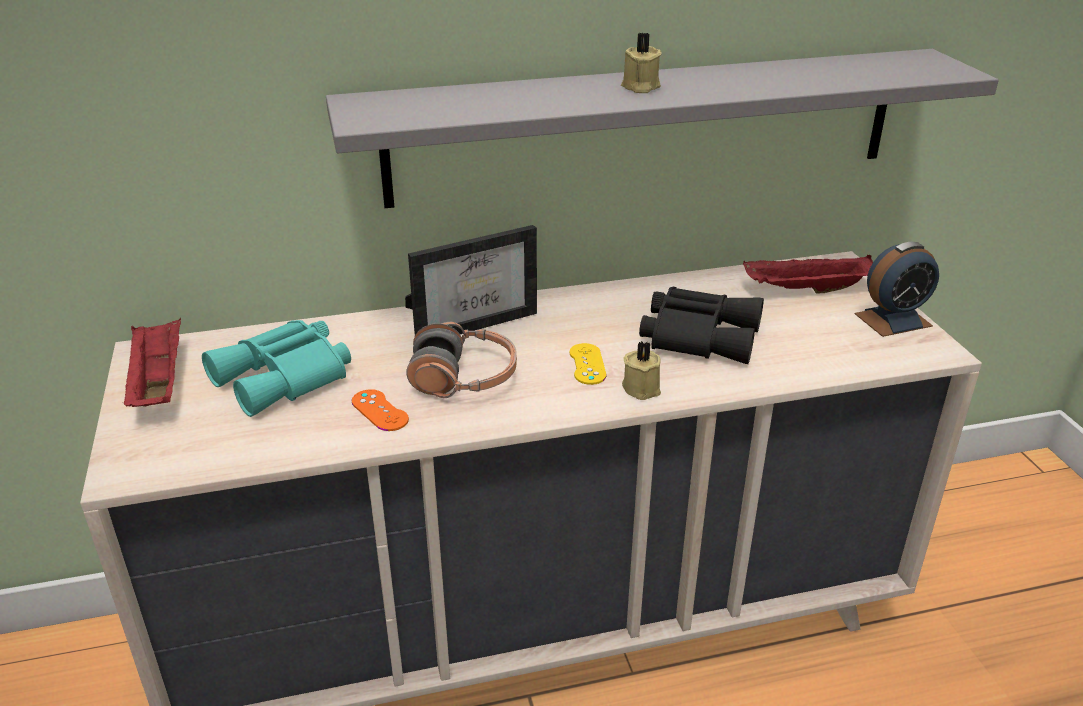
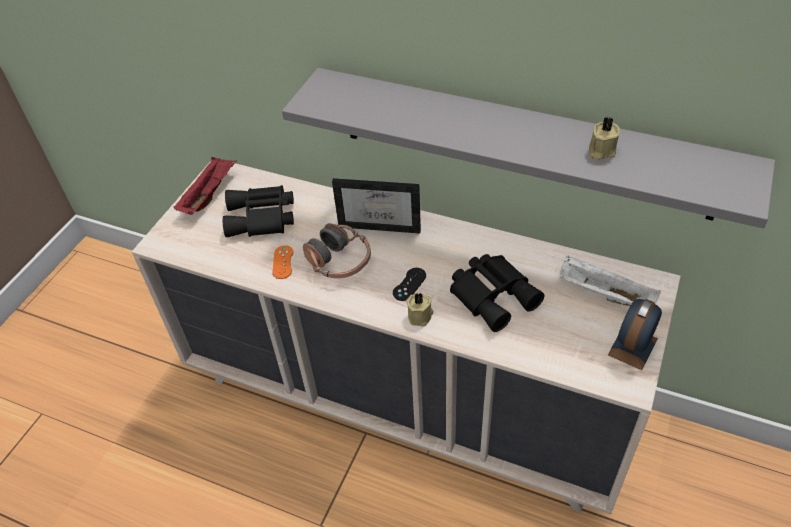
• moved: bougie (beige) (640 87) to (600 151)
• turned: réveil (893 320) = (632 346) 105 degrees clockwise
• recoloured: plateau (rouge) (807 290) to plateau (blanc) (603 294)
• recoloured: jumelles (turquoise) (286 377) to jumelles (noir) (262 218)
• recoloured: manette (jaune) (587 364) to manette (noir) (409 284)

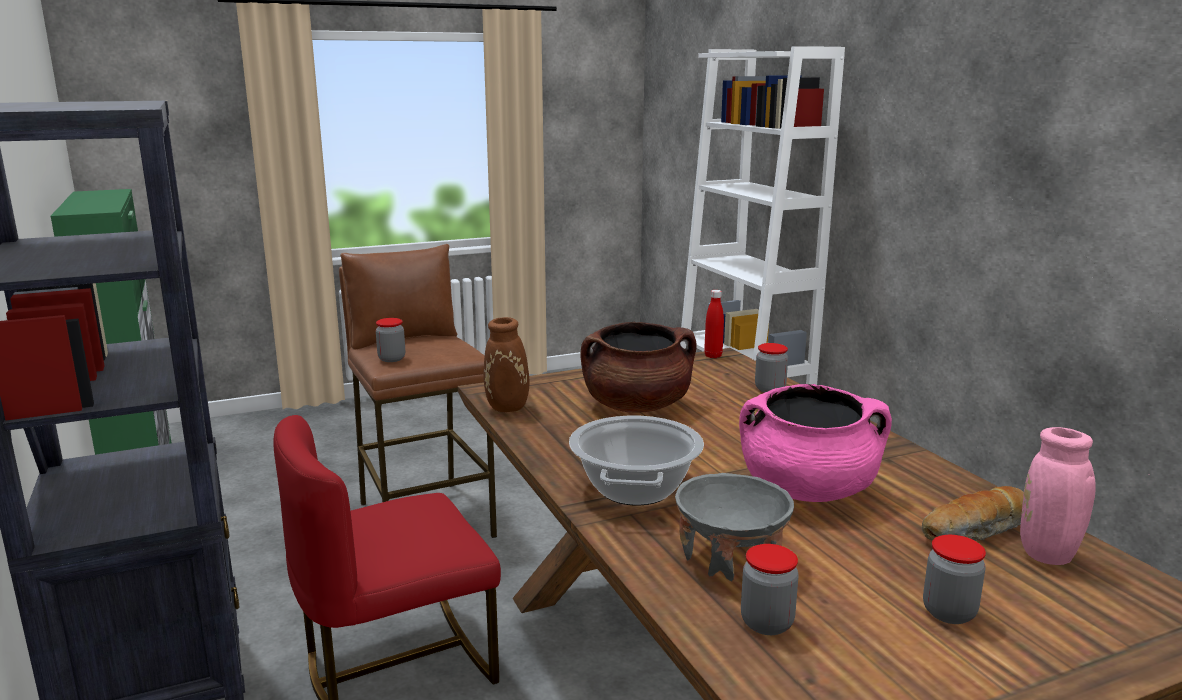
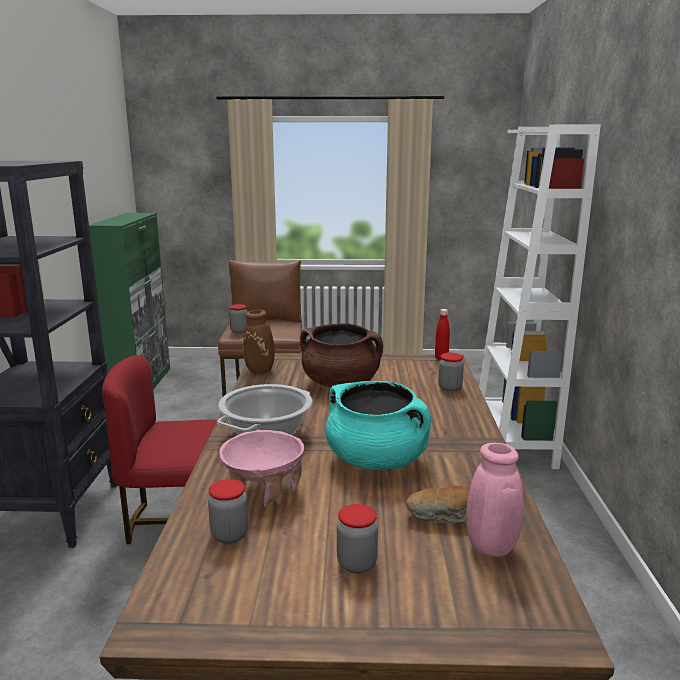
• recoloured: marmite (rose) (807 490) to marmite (turquoise) (377 460)
• recoloured: bol (gris) (730 559) to bol (rose) (263 491)

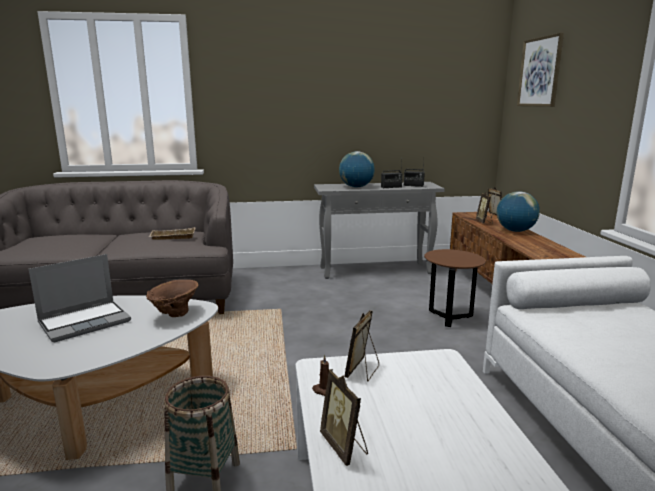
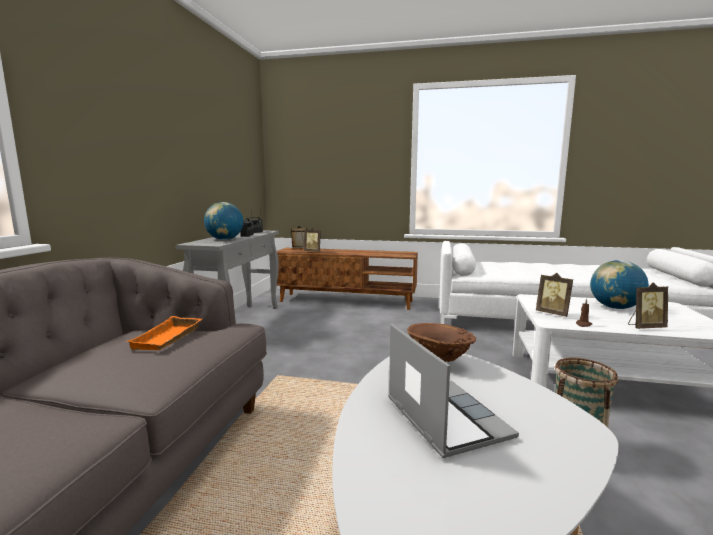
• removed: tableau (540 72)
• moved: globe (515 231) to (615 307)
• recoloured: plateau (beige) (172 237) to plateau (orange) (169 338)
• removed: table d'appoint (marron) (449 318)

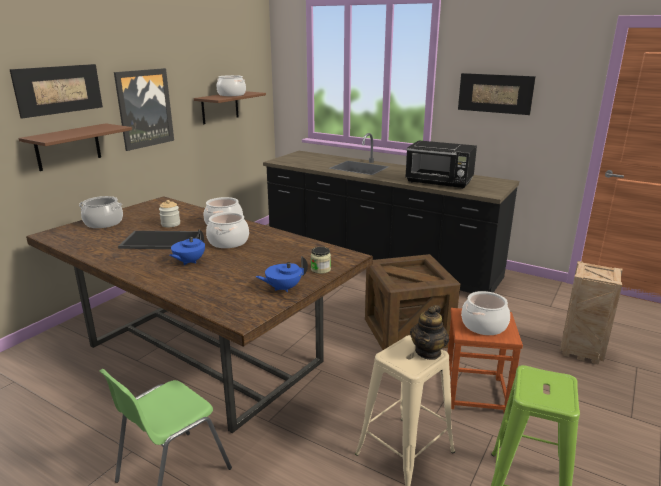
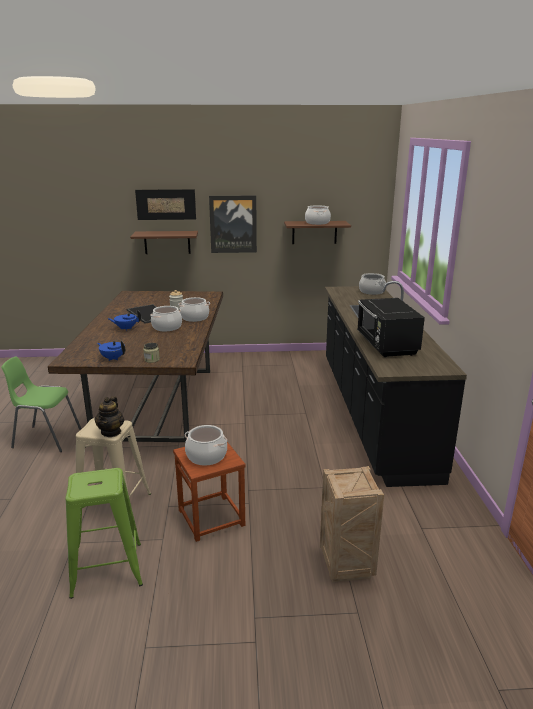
• removed: tableau (495 93)
• moved: marmite (103 223) to (371 291)
• removed: caisse (407 333)
• turned: théière (428 352) = (111 432) 75 degrees counterclockwise

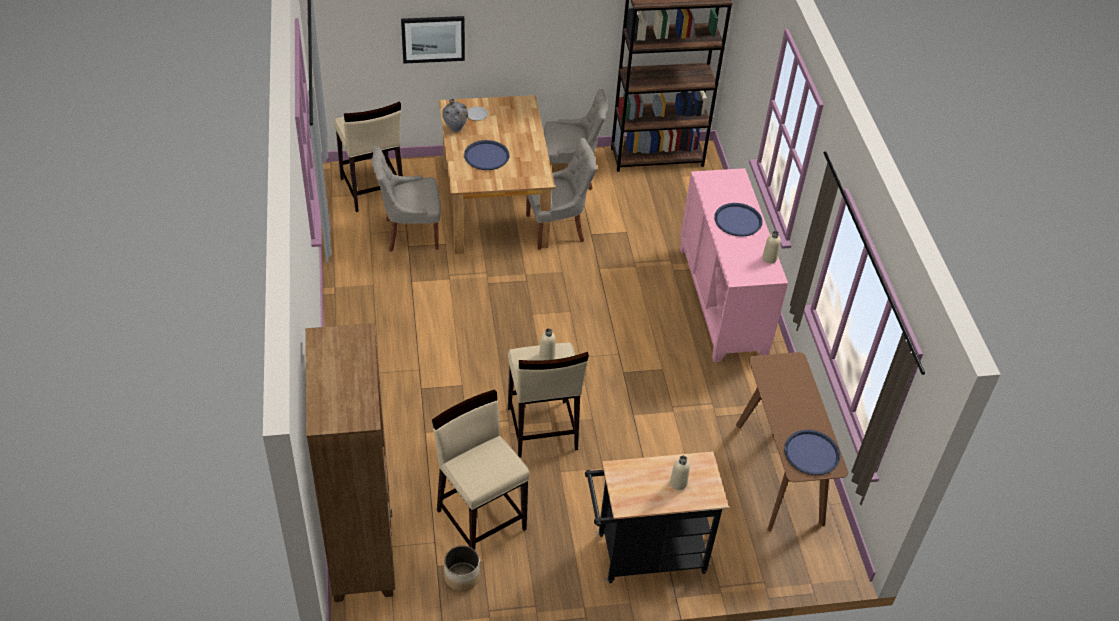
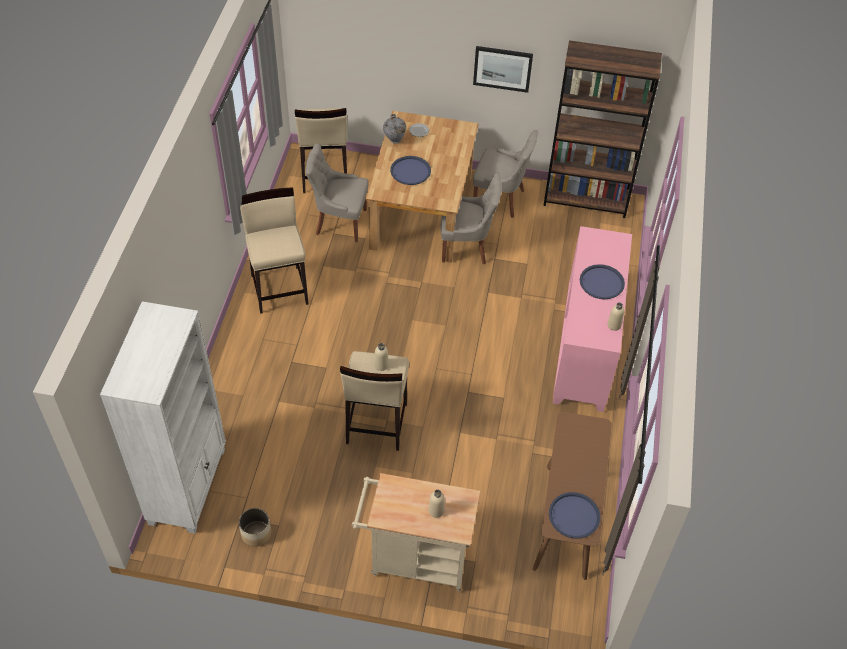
• moved: tableau (433 39) to (502 68)
• recoloured: bibliothèque (marron) (363 547) to bibliothèque (blanc) (188 485)
• moved: tabouret (beige) (481 518) to (280 289)
• recoloured: chariot (noir) (643 555) to chariot (beige) (414 559)

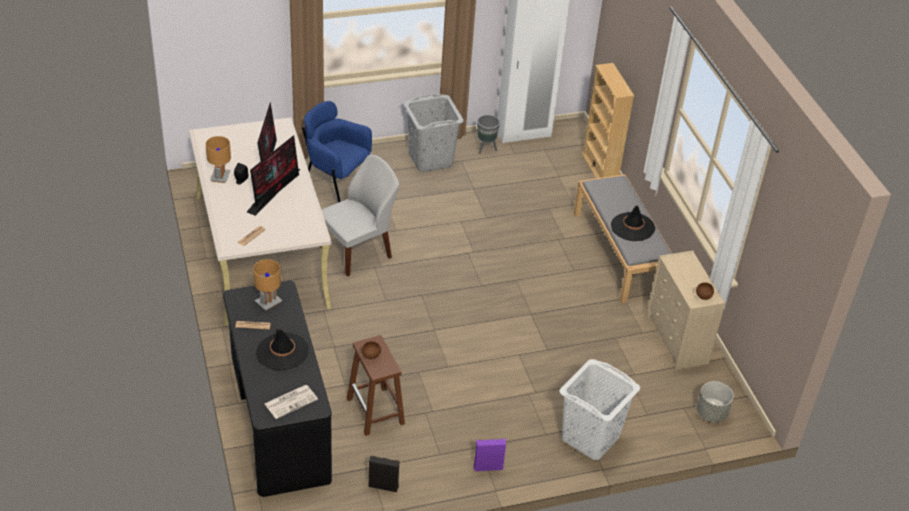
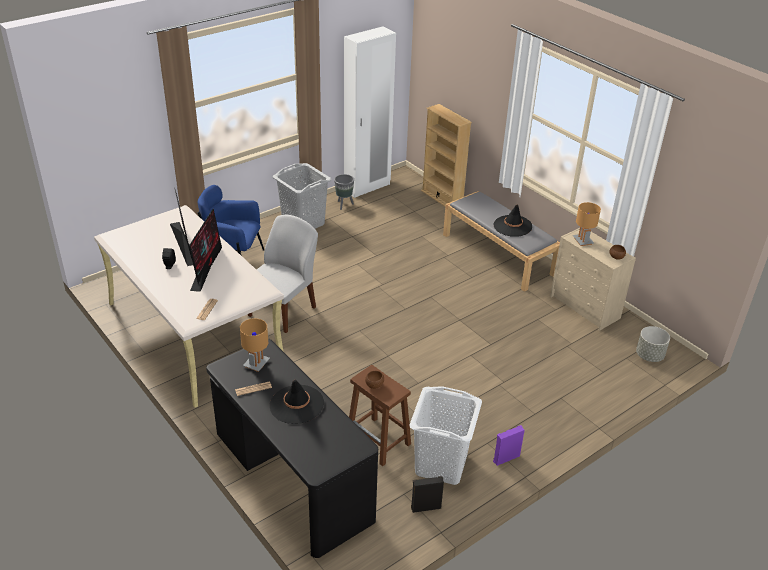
• moved: lampe de table (marron) (220 177) to (582 241)
• moved: panier à linge (blanc) (590 438) to (441 464)
• removed: journal (291 401)

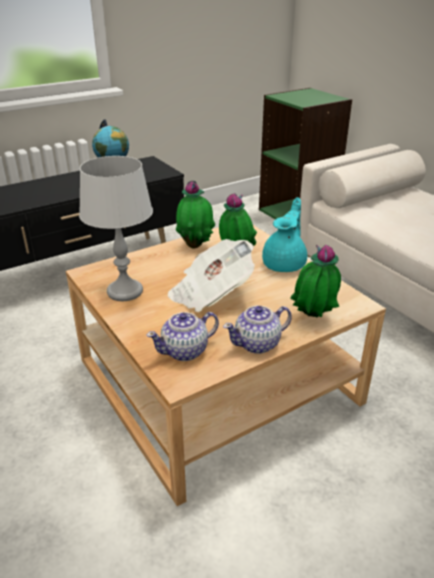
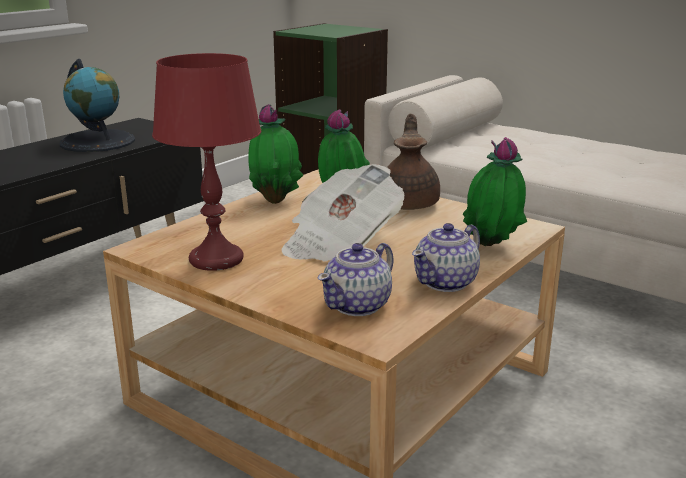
• recoloured: lampe de table (gris) (125 291) to lampe de table (rouge) (216 259)
• recoloured: théière (turquoise) (285 264) to théière (marron) (410 203)

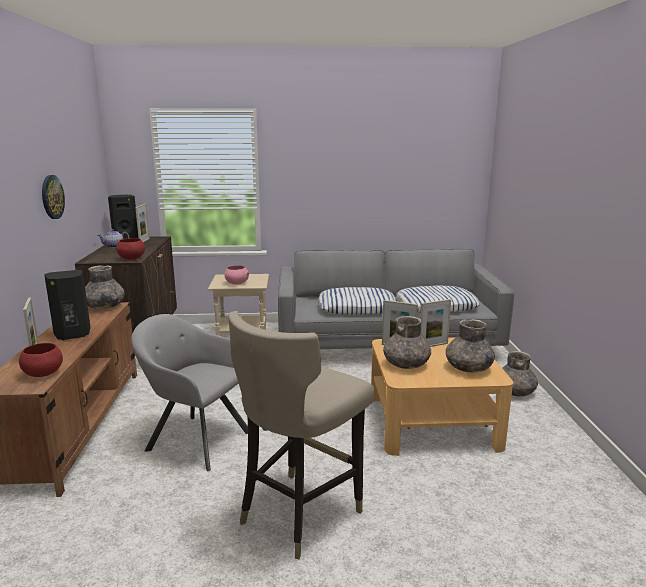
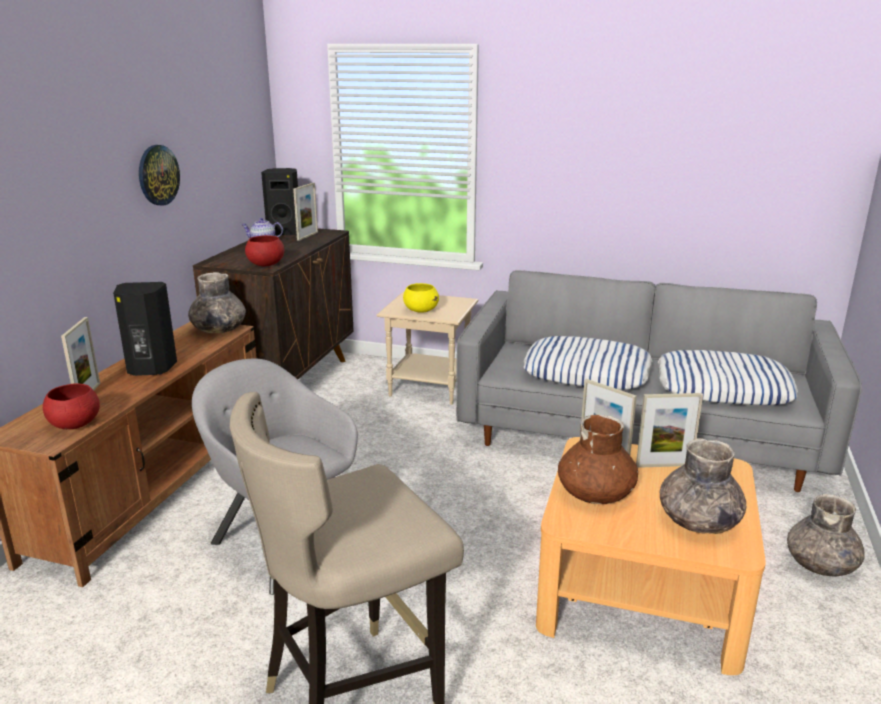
• recoloured: bol (rose) (236 283) to bol (jaune) (421 310)
• recoloured: vase (gris) (406 364) to vase (marron) (595 494)

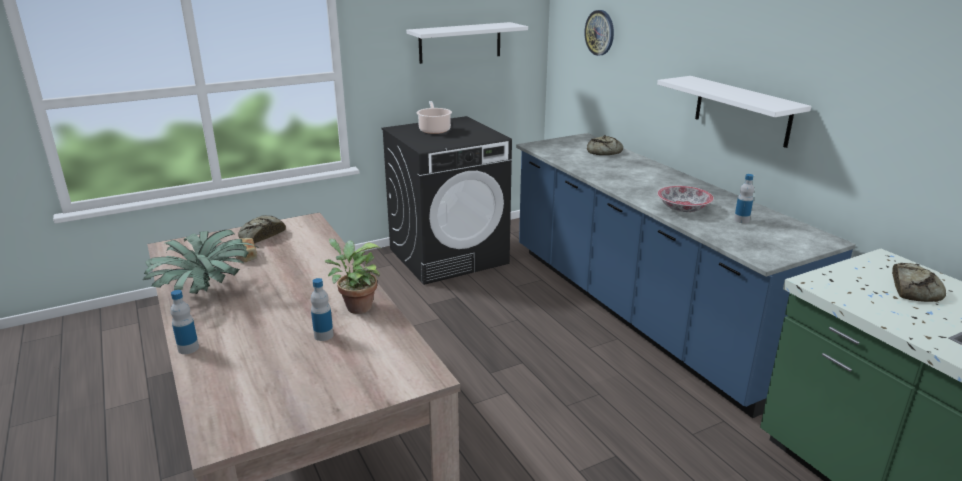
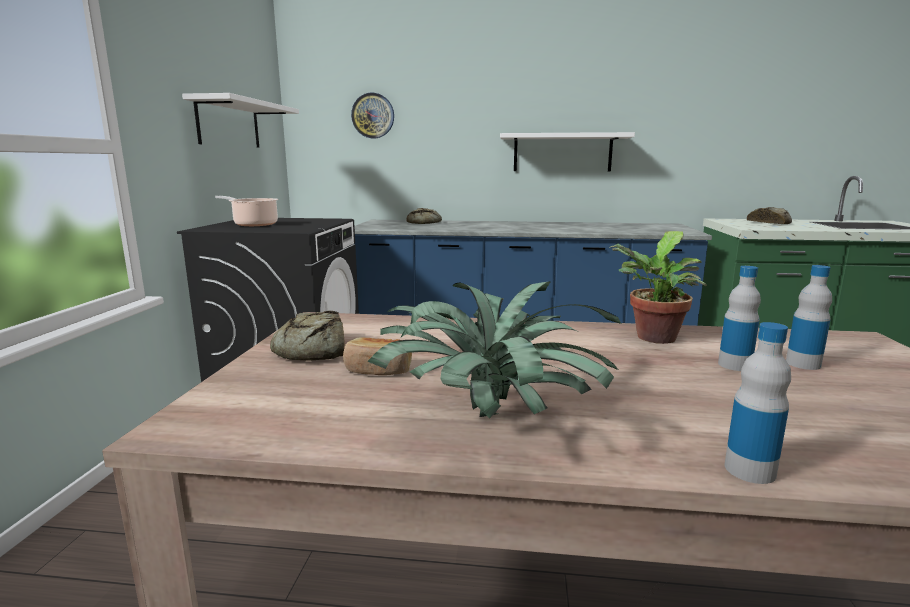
• moved: bouteille (741 220) to (803 364)
• removed: bol (683 208)

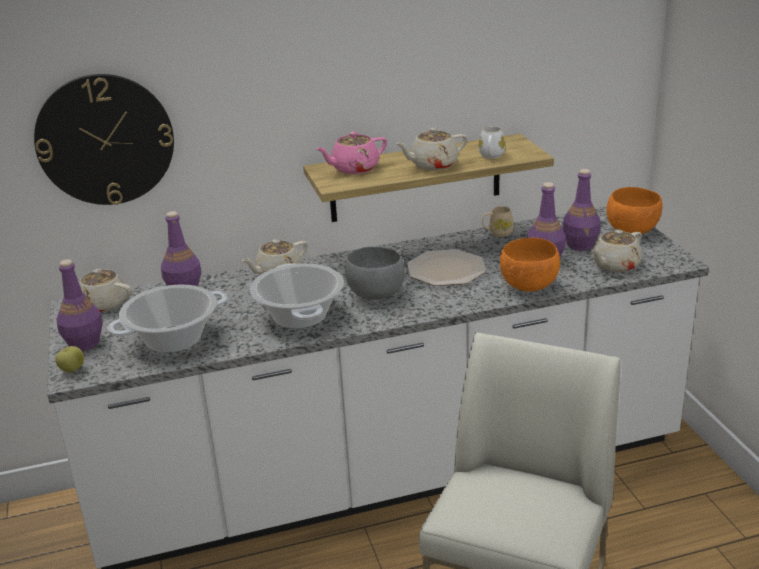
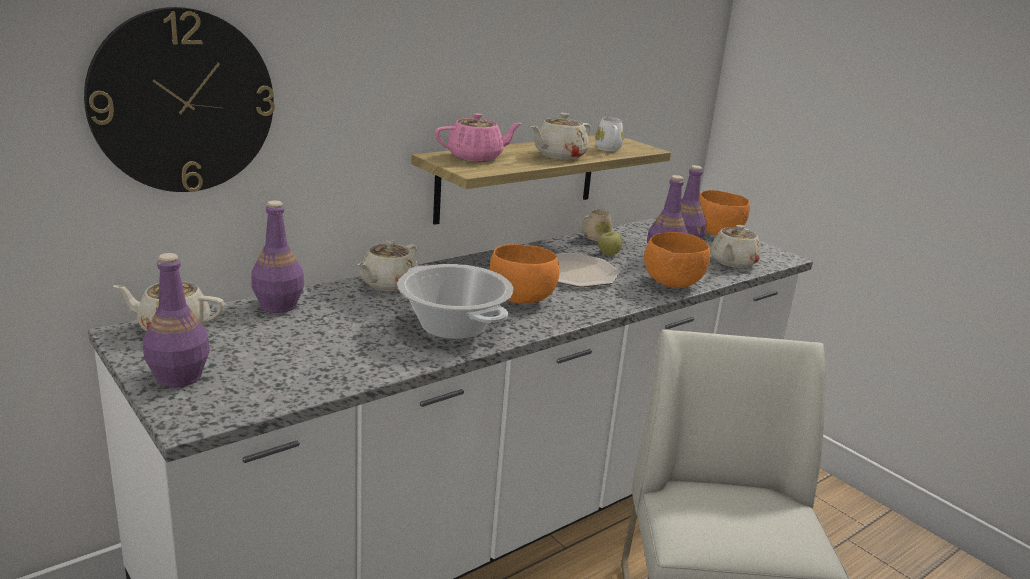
• turned: théière (rose) (354 169) = (476 157) 150 degrees counterclockwise
• recoloured: bol (gris) (375 294) to bol (orange) (520 299)
• removed: marmite (174 340)
• moved: pomme (72 370) to (608 254)

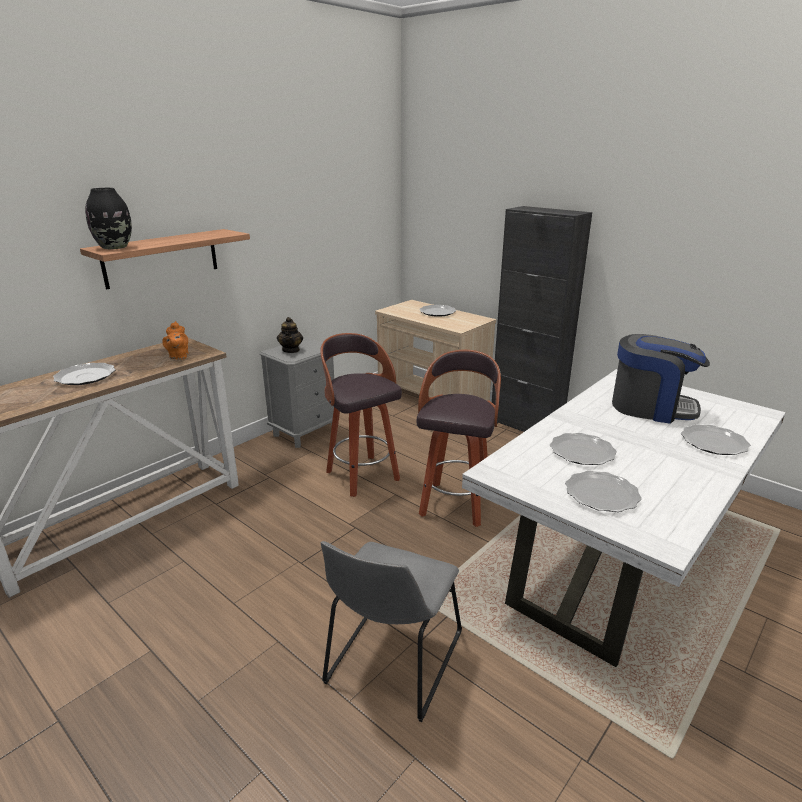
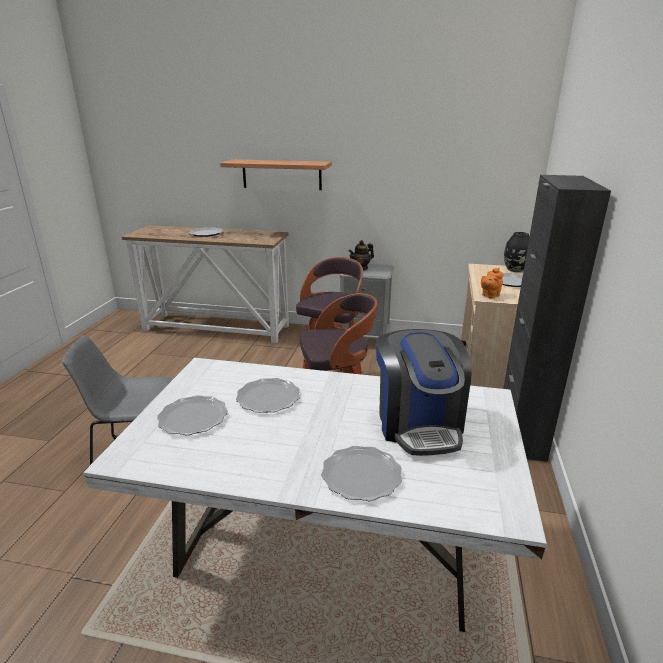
• moved: vase (noir) (115 247) to (515 270)
• moved: théière (orange) (178 357) to (489 295)

